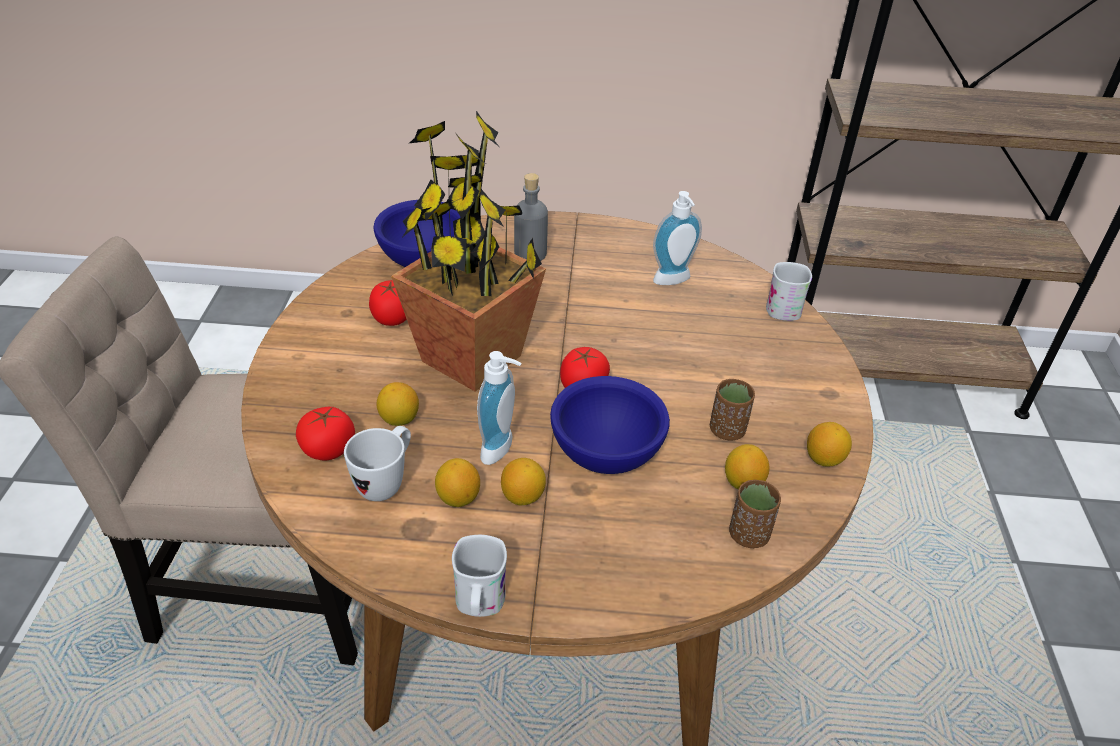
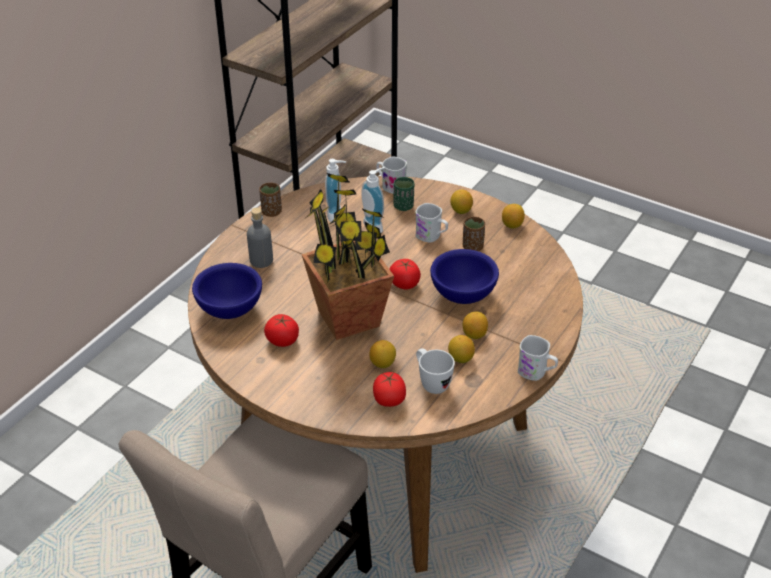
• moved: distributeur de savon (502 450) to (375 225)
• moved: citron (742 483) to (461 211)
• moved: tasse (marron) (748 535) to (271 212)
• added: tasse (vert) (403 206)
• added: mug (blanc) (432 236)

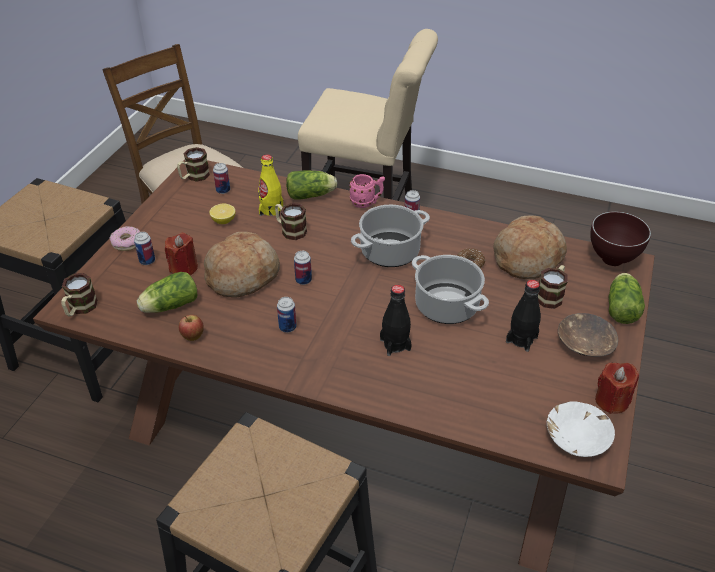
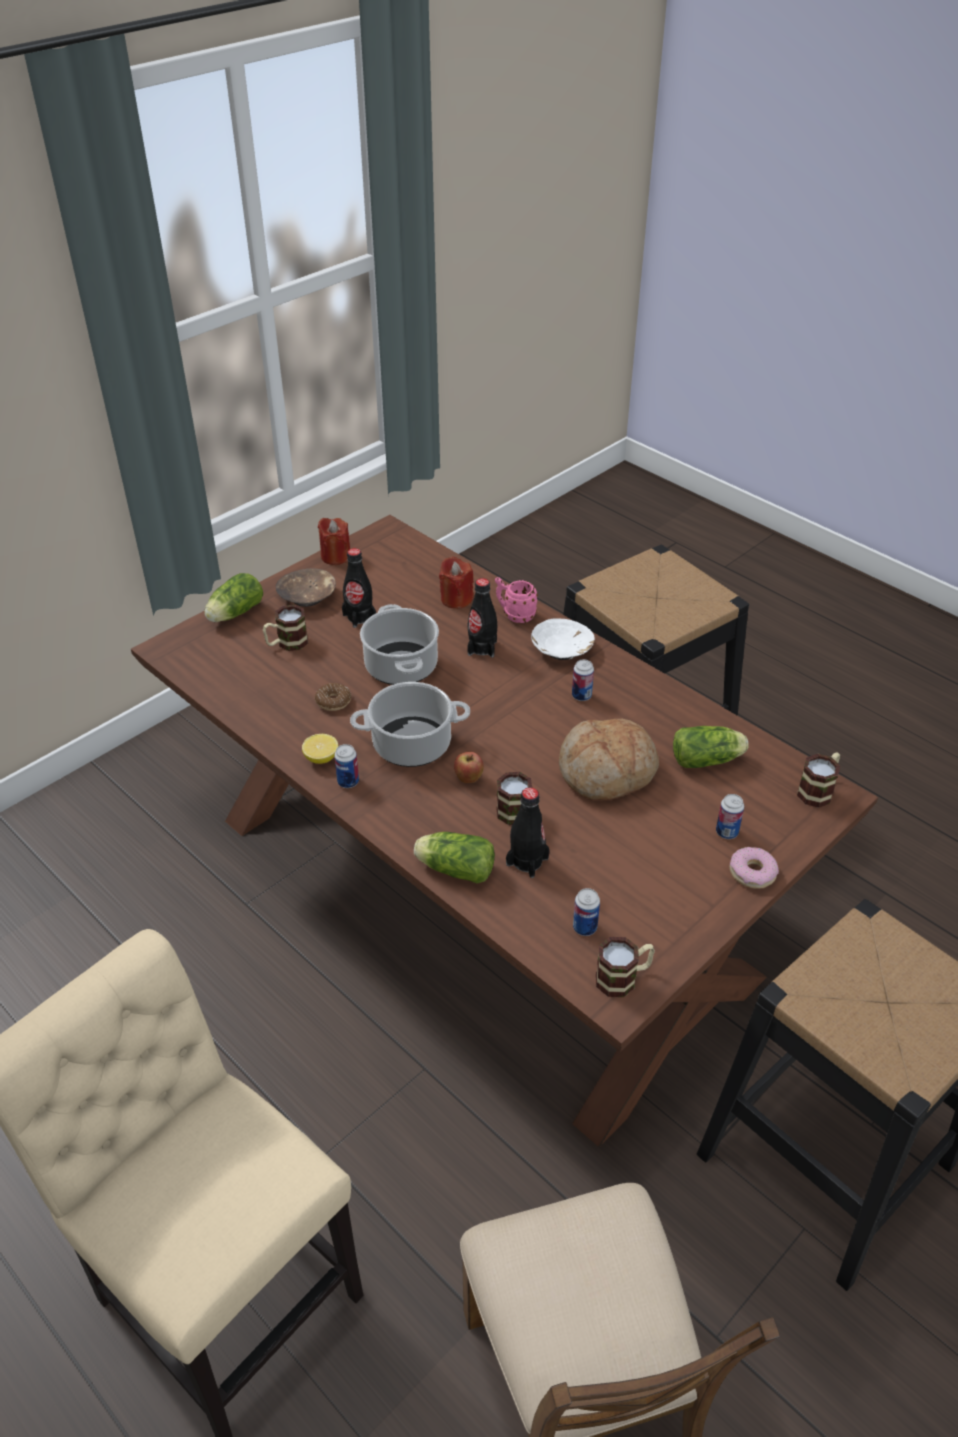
• recoloured: bouteille (jaune) (271 210) to bouteille (noir) (527 861)
• moved: mug (rose) (367 203) to (515 615)
• moved: citron (223 221) to (321 758)
• removed: bol (marron) (611 259)
• removed: pain (527 258)
• moved: bougie (rouge) (184 268) to (456 599)
• removed: boîte métallique (303 280)
• moved: pomme (193 337) to (468 779)
• moved: bol (blanc) (577 437) to (561 650)

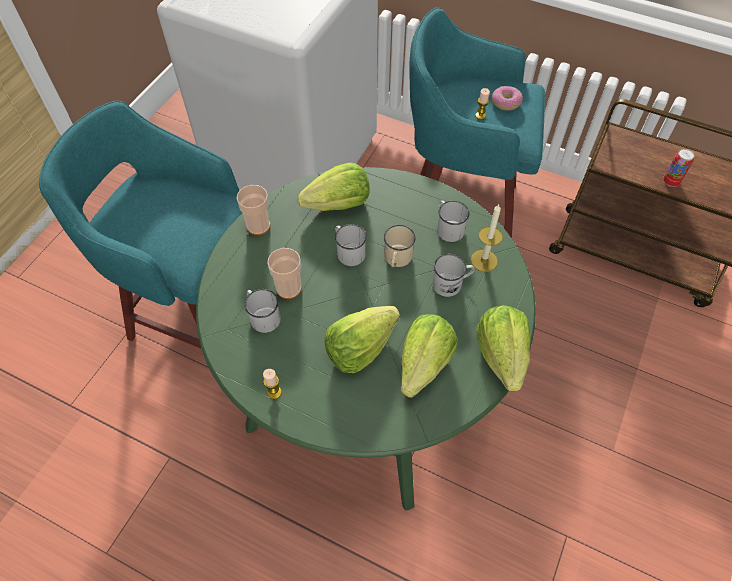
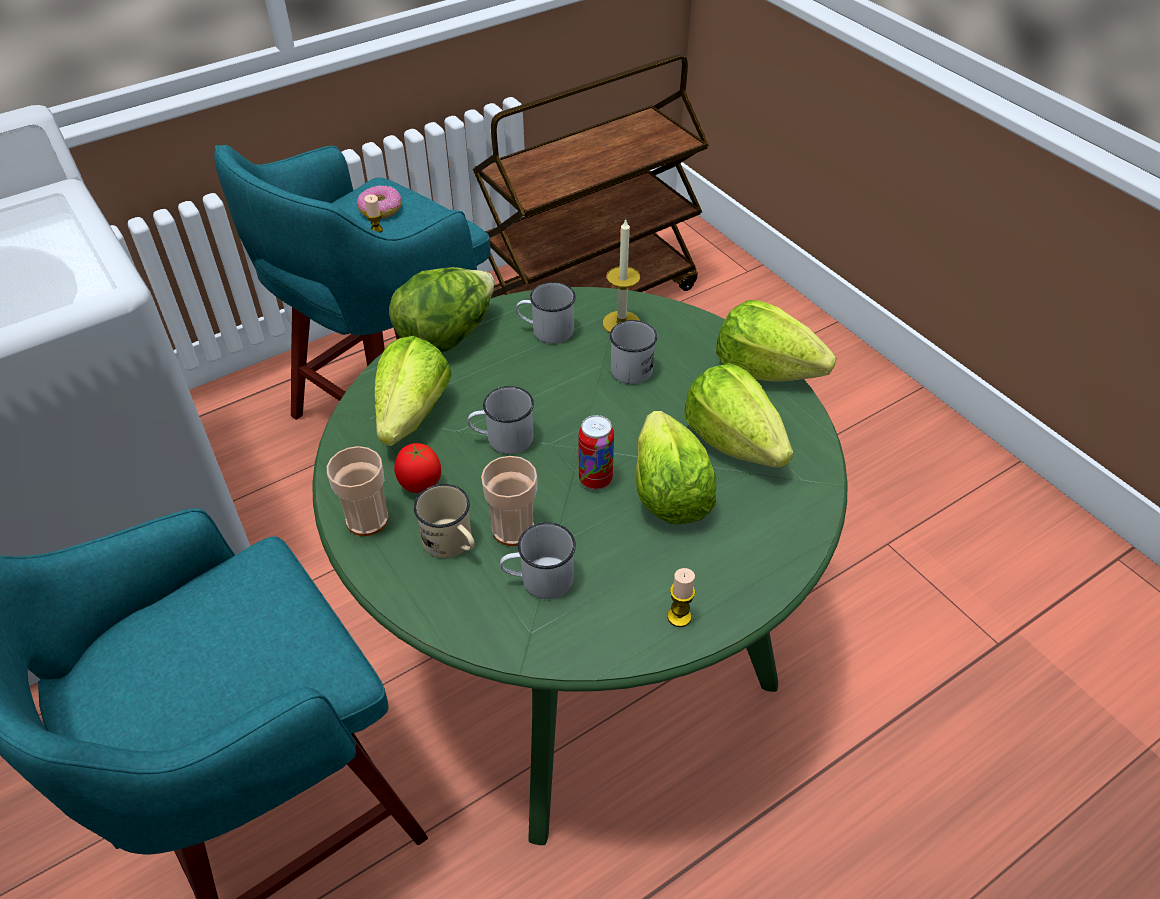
• moved: boîte métallique (670 181) to (595 479)
• moved: mug (beige) (397 259) to (452 544)
• added: laitue (447 335)
• added: tomate (420 486)

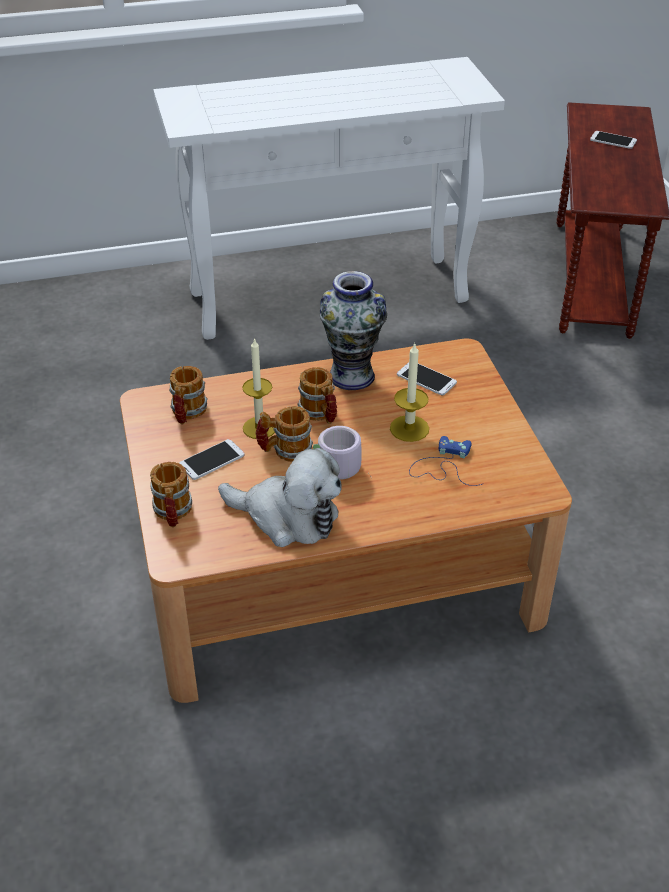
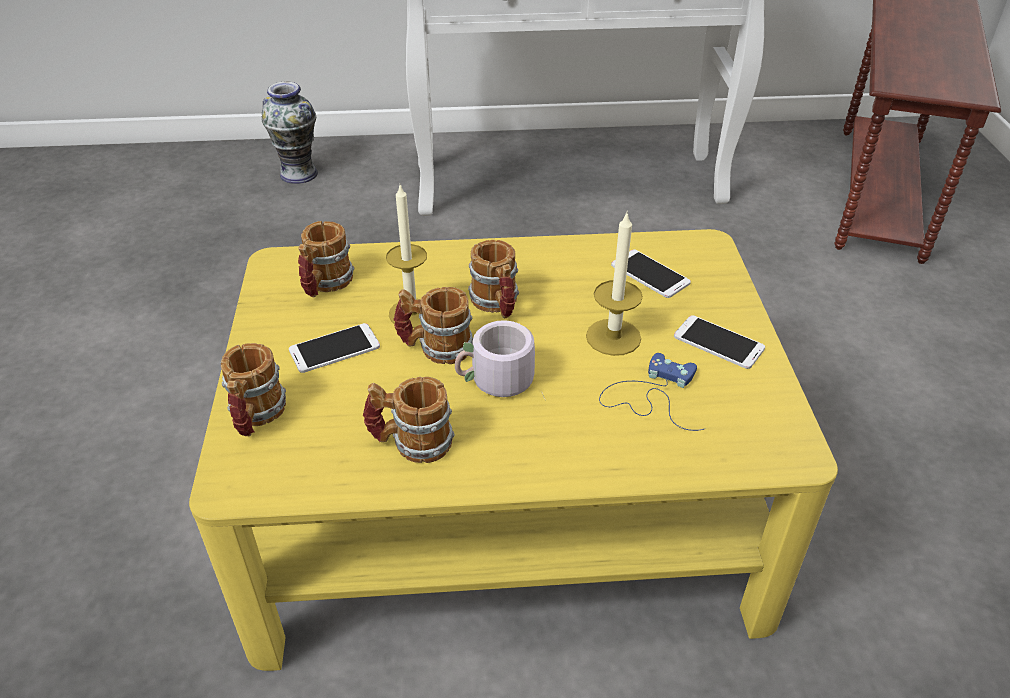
• moved: téléphone (613 140) to (718 342)
• moved: vase (352 375) to (299 174)
• recoloured: table basse (marron) (334 567) to table basse (jaune) (504 505)
• replaced: peluche (287 517) to mug (411 442)

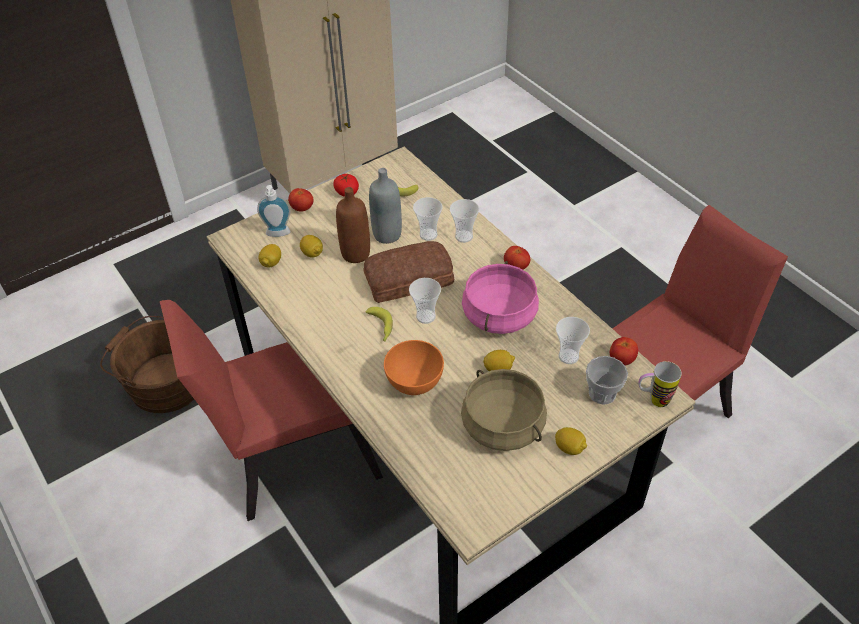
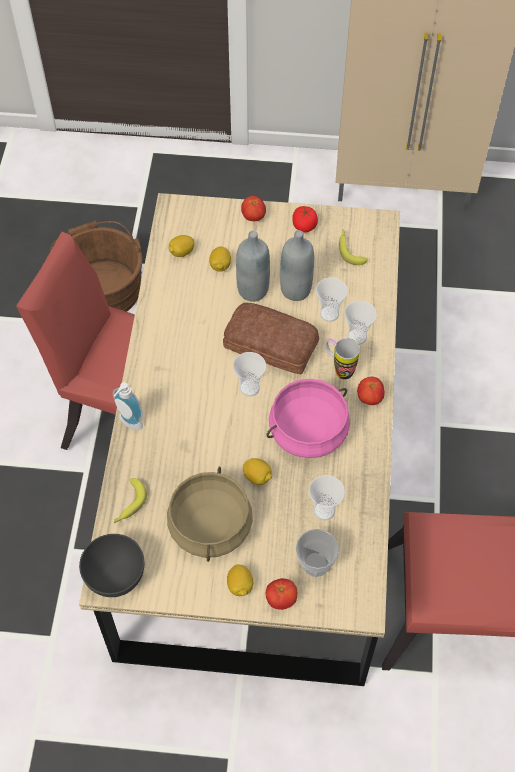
• moved: distributeur de savon (278 235) to (129 424)
• recoloured: bouteille (marron) (355 254) to bouteille (gris) (253 290)
• moved: banane (380 328) to (128 504)
• moved: tomate (621 360) to (281 599)
• removed: bol (orange) (414 382)
• moved: mug (653 400) to (339 368)
• added: bol (gris) (115 576)

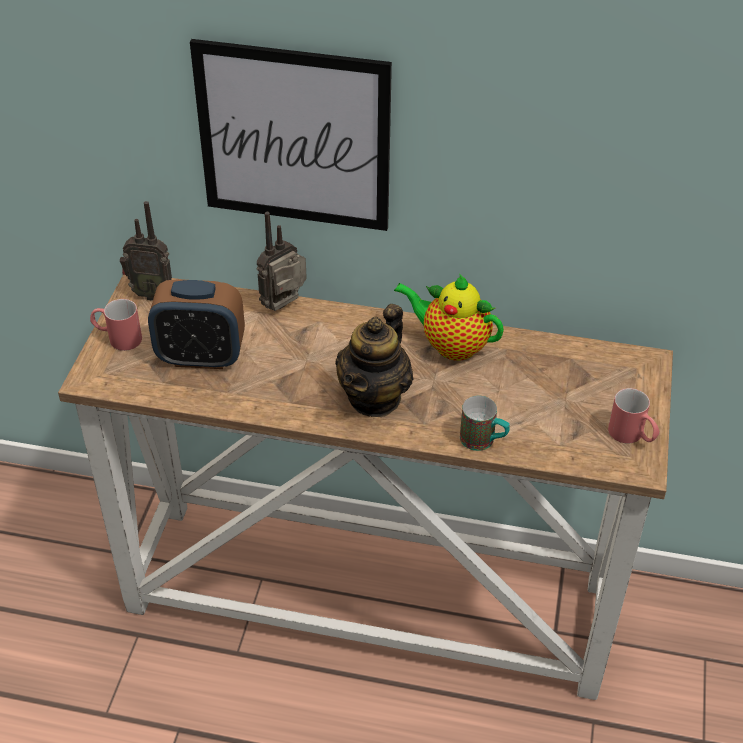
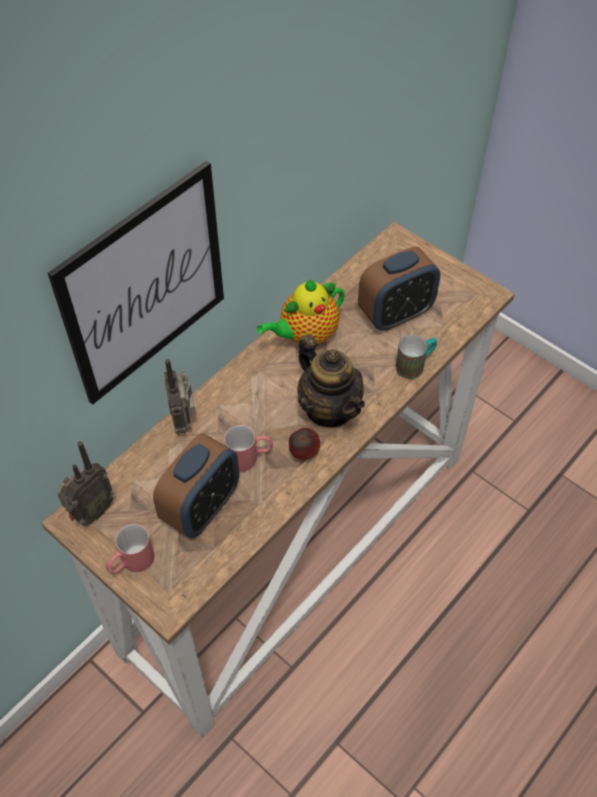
• moved: mug (rouge) (632 436) to (250 457)
• added: réveil (395 314)
• added: pomme (303 454)

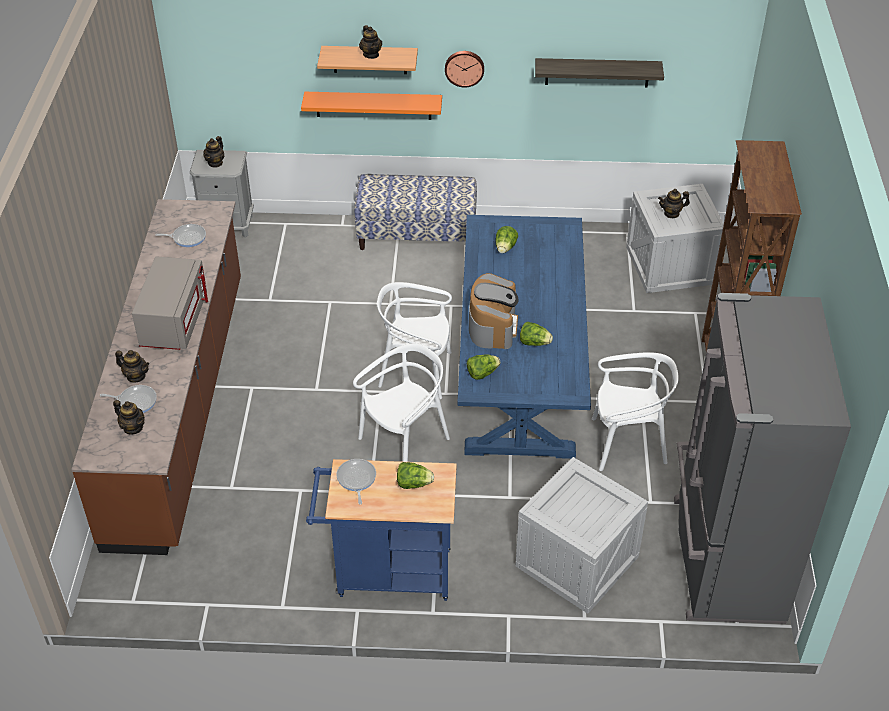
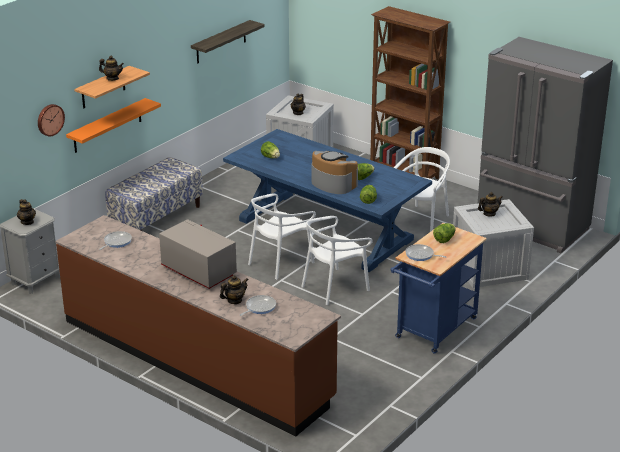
• moved: horloge murale (464 67) to (49 119)
• turned: chaise (blanc) (405 441) = (334 287) 120 degrees counterclockwise
• moved: théière (133 428) to (489 214)

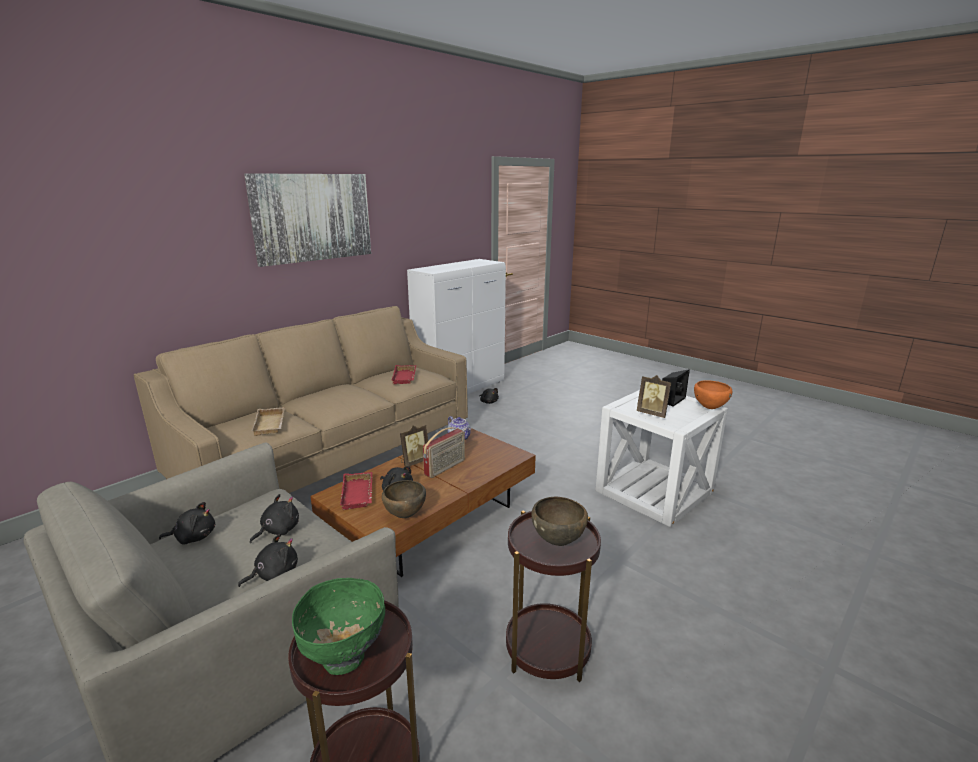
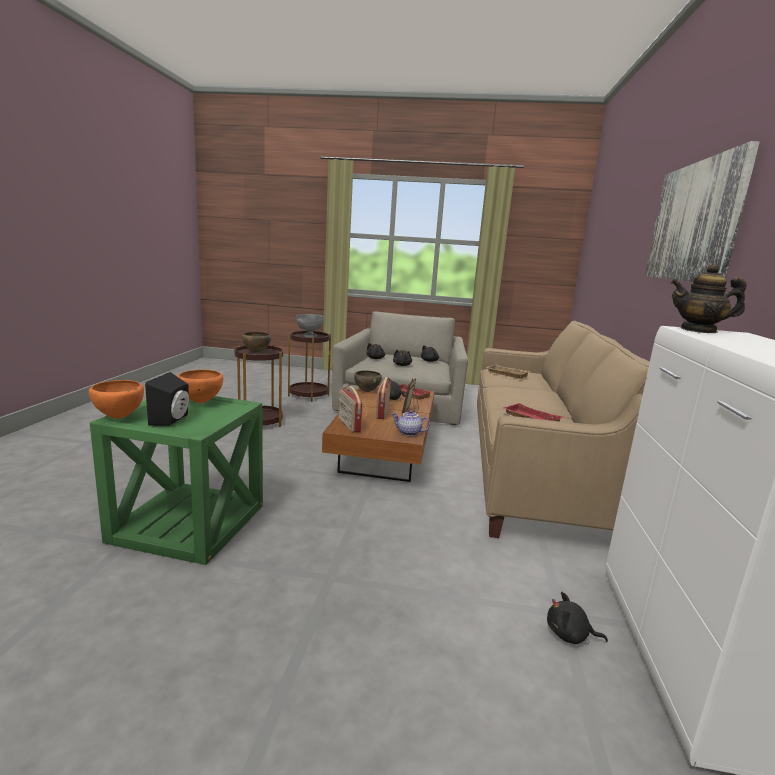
• replaced: cadre photo (652 413) to bol (orange) (200 402)
• recoloured: table d'appoint (blanc) (654 491) to table d'appoint (vert) (189 523)
• recoloured: bol (vert) (344 658) to bol (gris) (309 336)
• added: théière (698 330)
• added: radio (348 425)

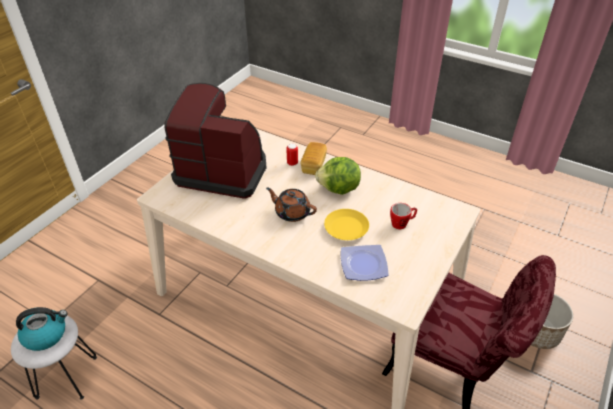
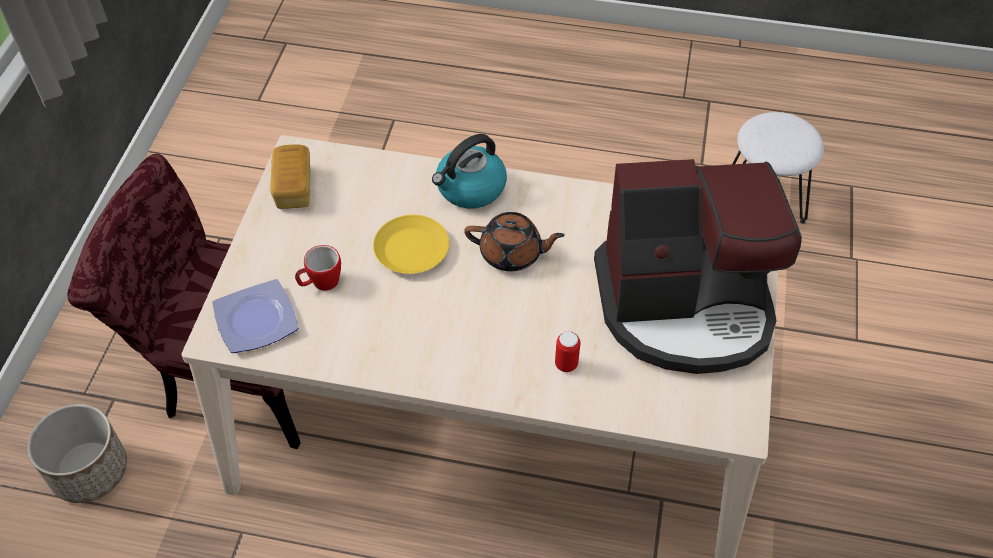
• moved: pain (313 165) to (293 187)
• removed: laitue (339 189)
• moved: assiette (364 265) to (254 319)
• moved: bouilloire (46 334) to (470 189)

